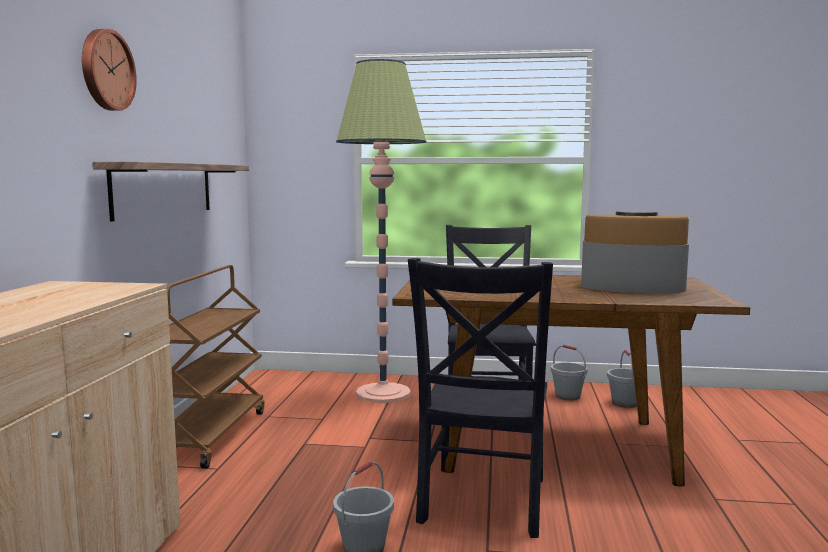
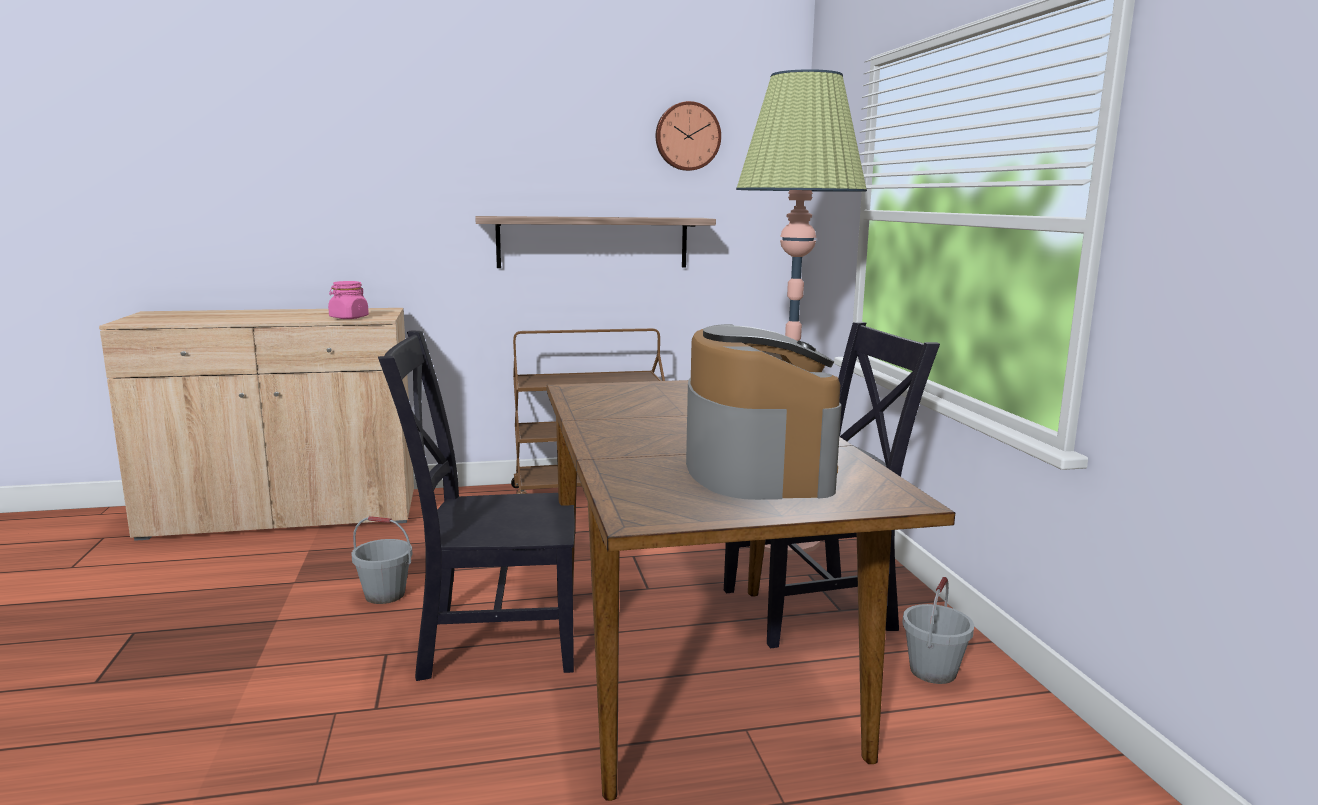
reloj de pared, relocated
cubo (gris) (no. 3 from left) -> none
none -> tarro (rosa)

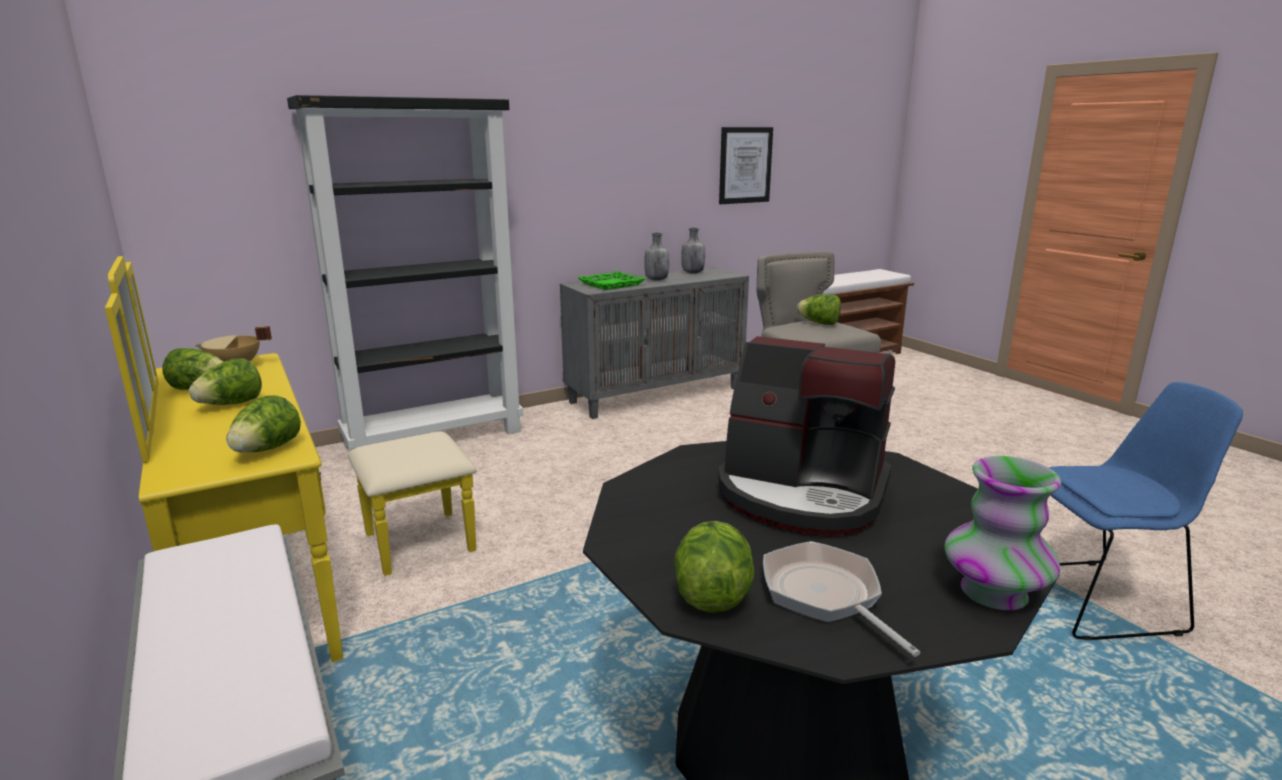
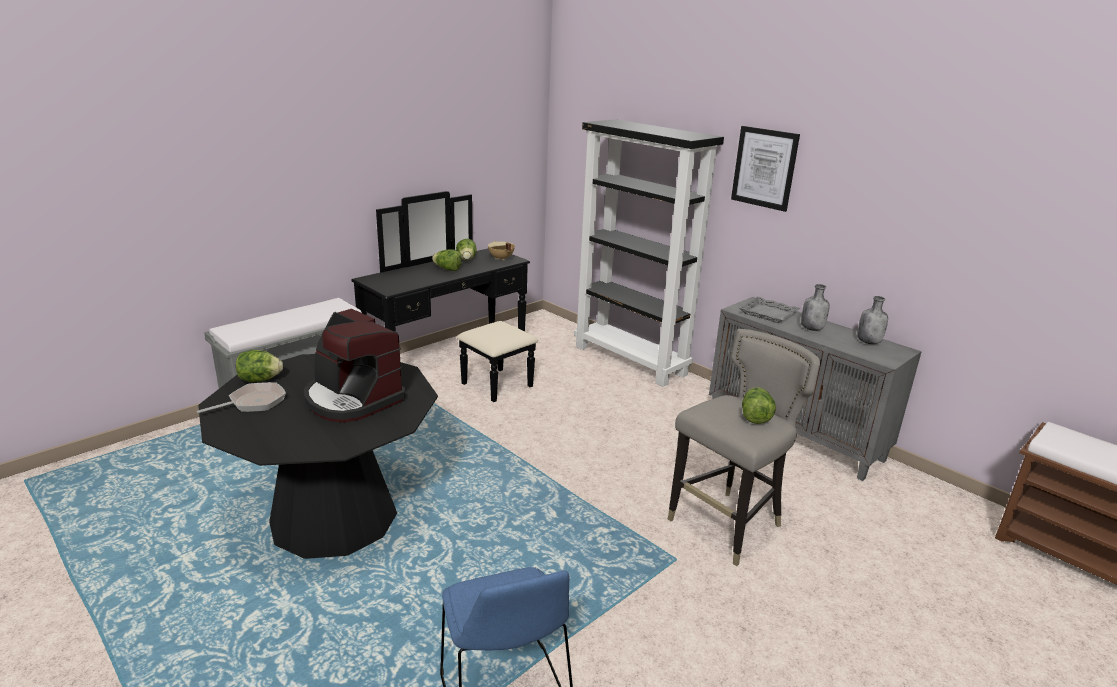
cómoda (amarillo) -> cómoda (negro)
lechuga (no. 3 from left) -> none
bandeja (verde) -> bandeja (gris)
cafetera, 60 degrees counterclockwise
cuadro, relocated
florero -> none

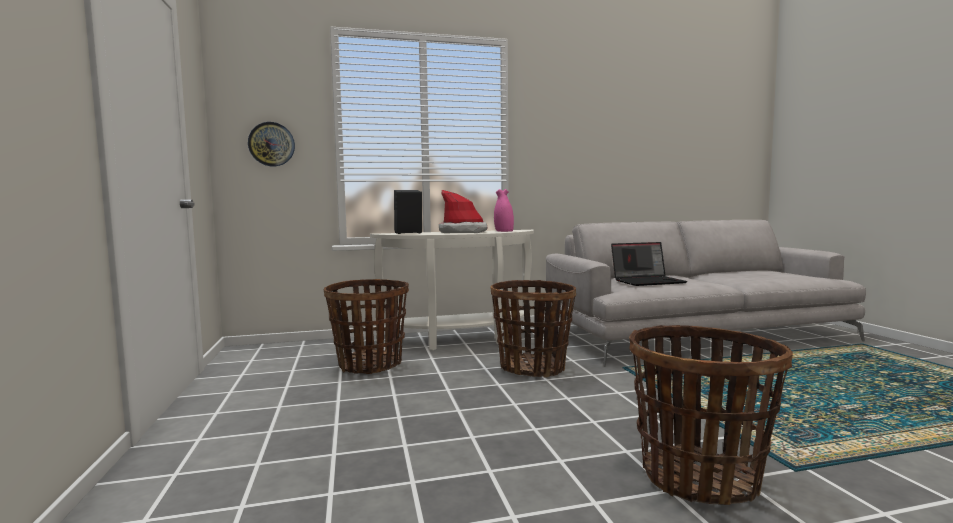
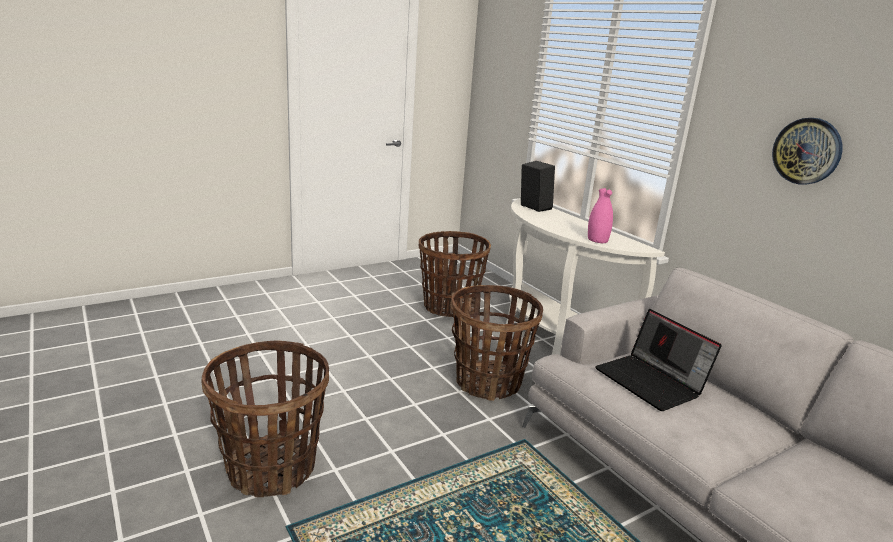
reloj de pared, relocated
sombrero -> none

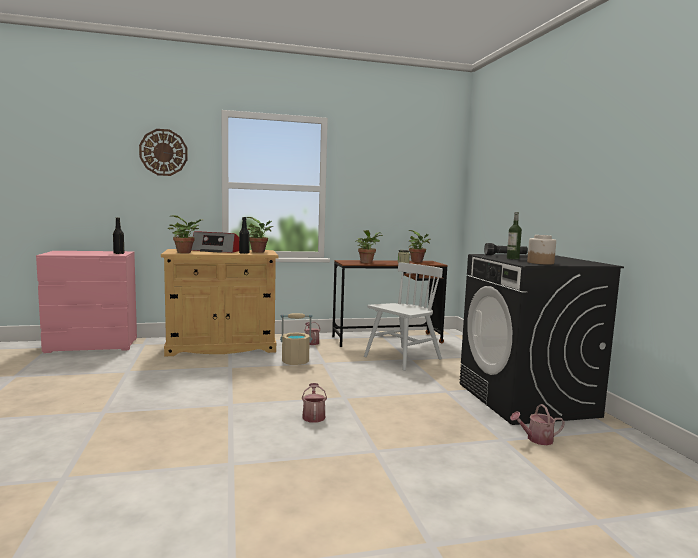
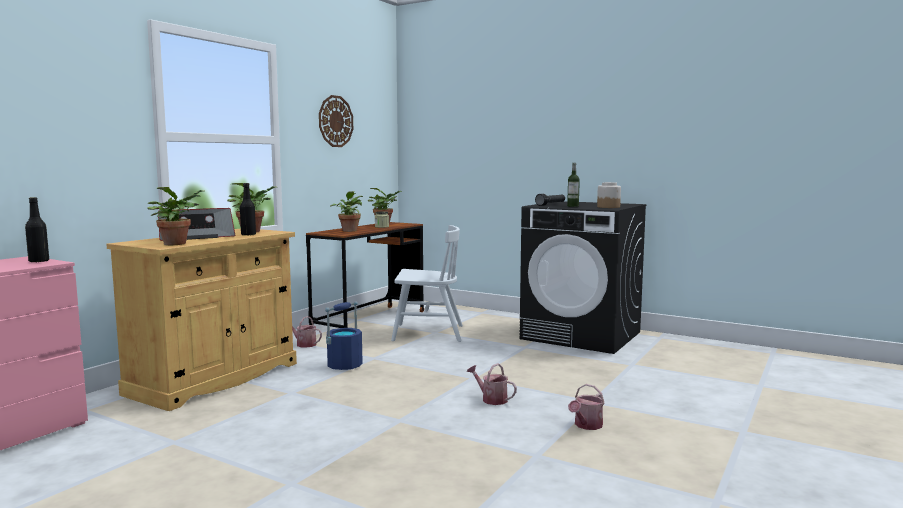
reloj de pared, relocated
cubo (beis) -> cubo (azul)
silla (blanco), 90 degrees clockwise
regadera (no. 3 from left), relocated

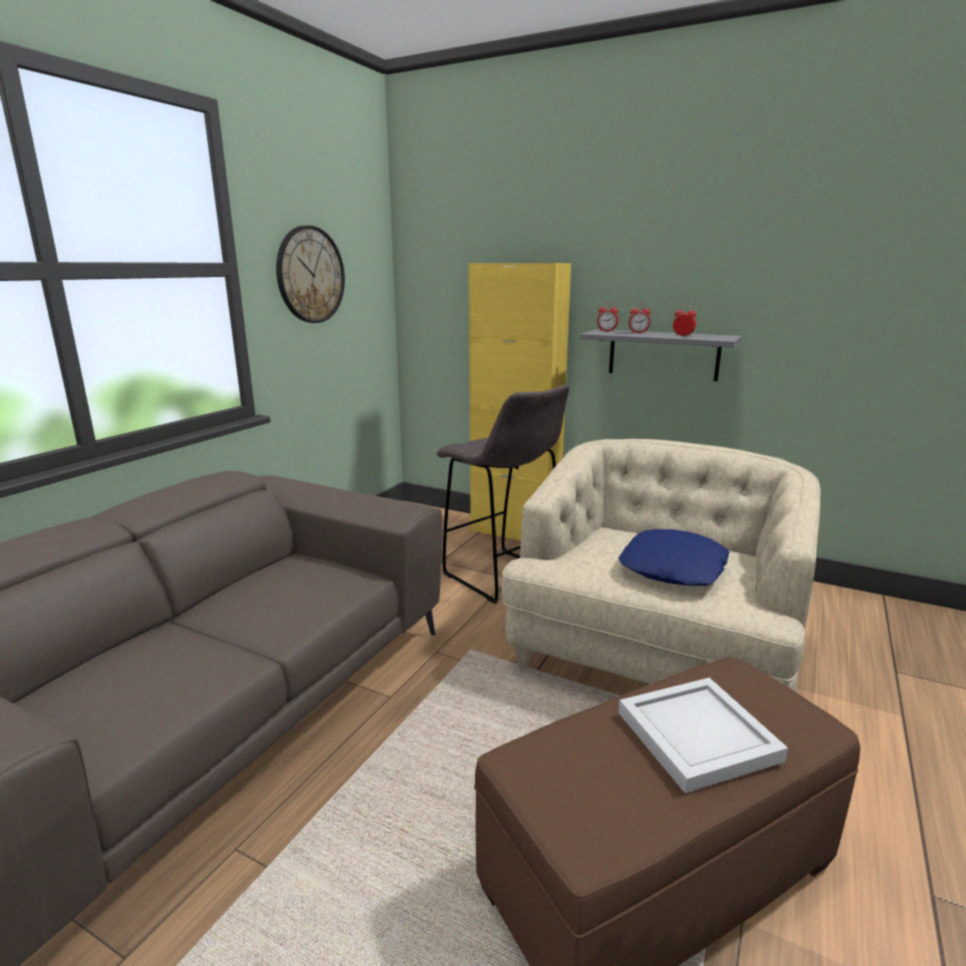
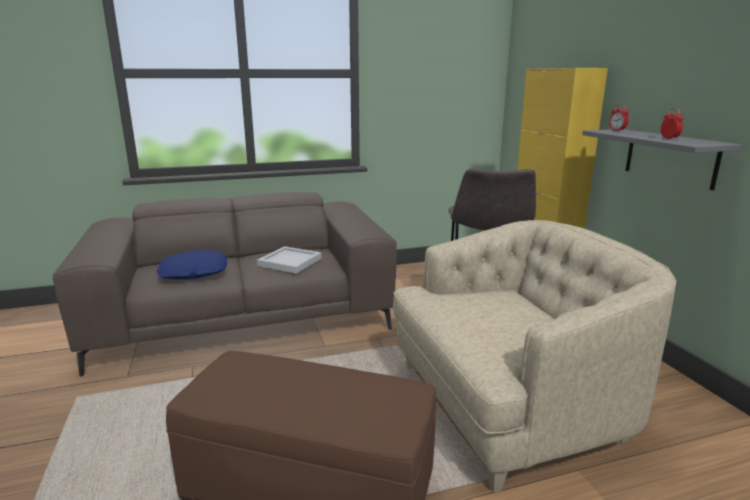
reloj de pared -> none
cojín (azul), relocated
bandeja (blanco), relocated
despertador (no. 2 from left) -> none

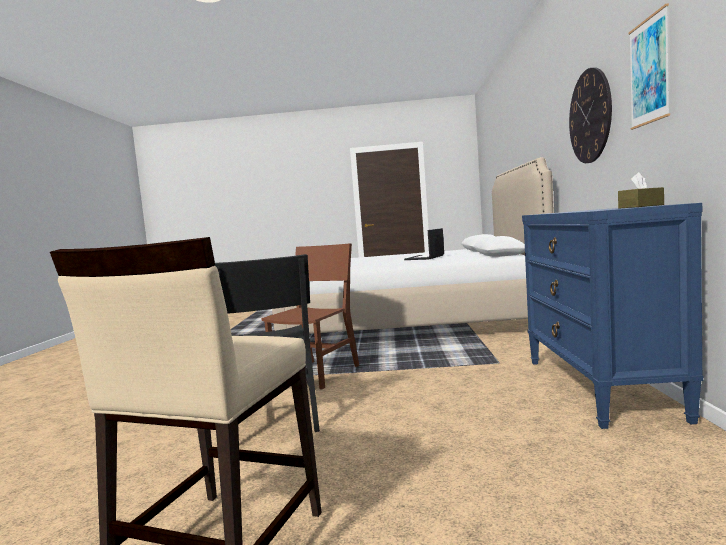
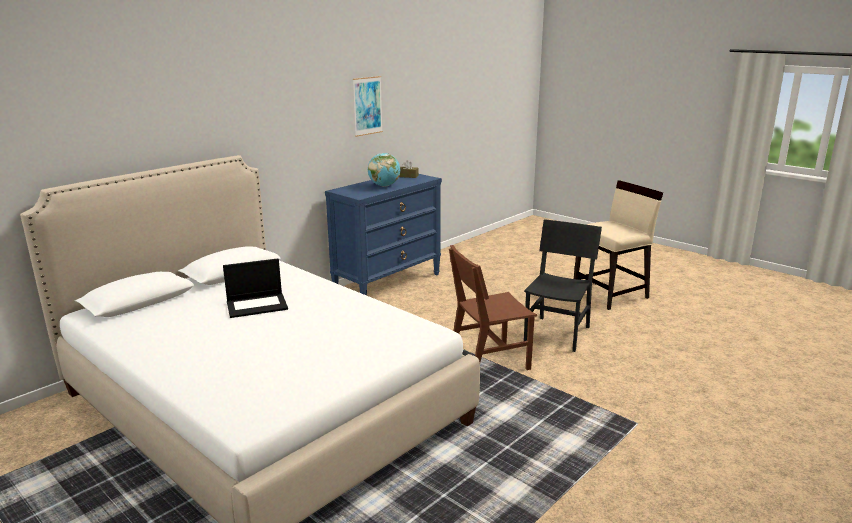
reloj de pared -> none
none -> globo terráqueo

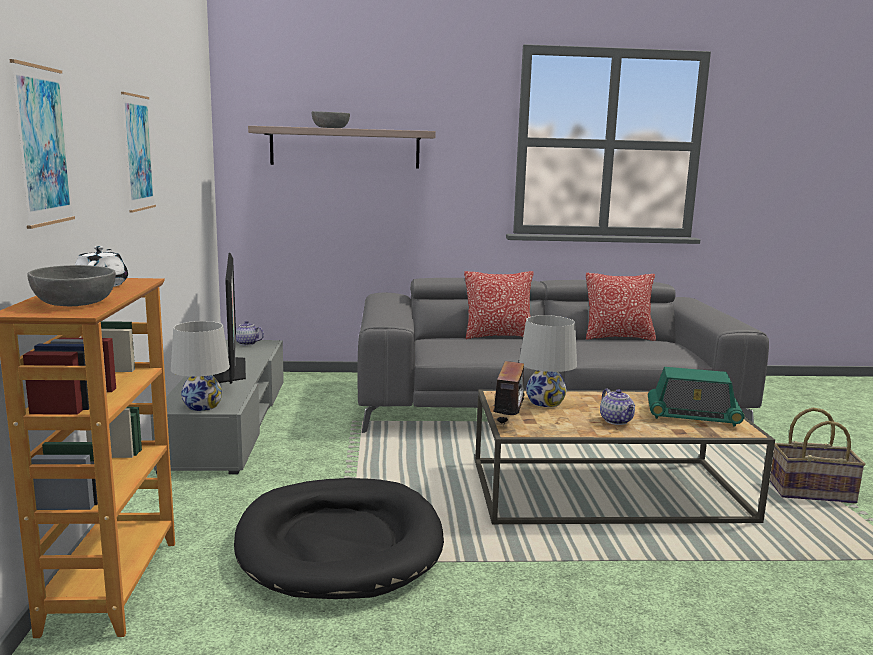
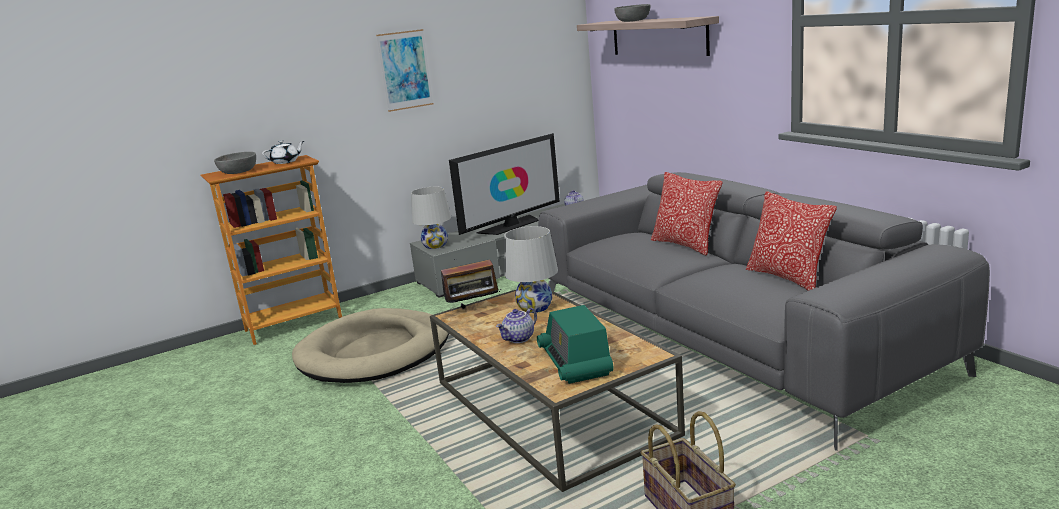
cuadro (no. 1 from left) -> none
cama para perro (negro) -> cama para perro (beis)

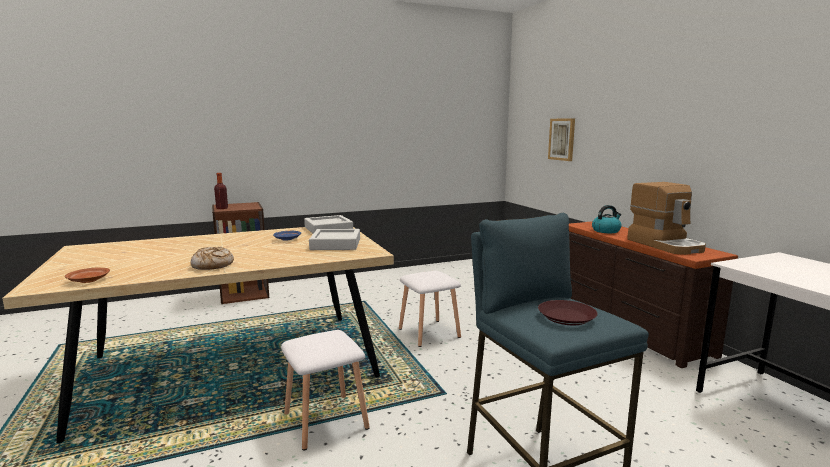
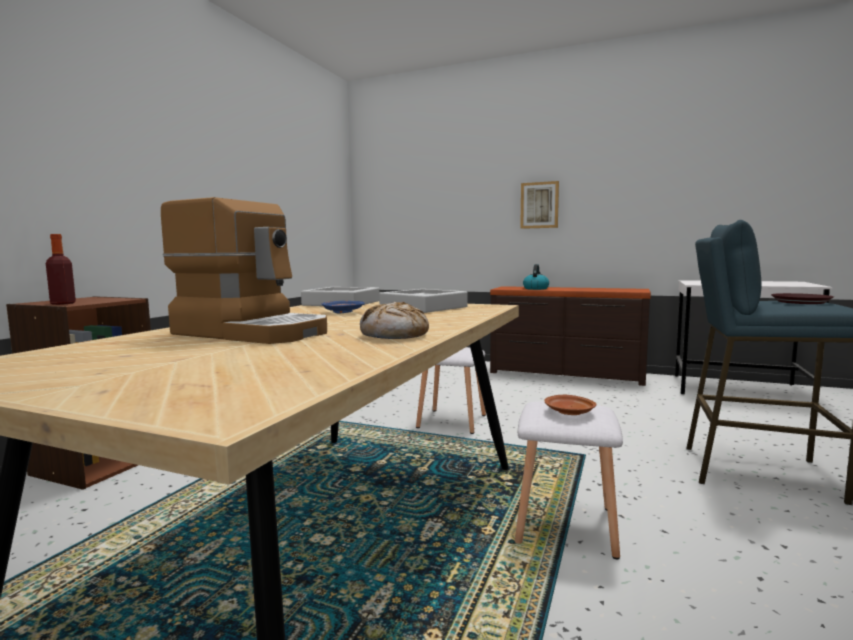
plato (marrón) (no. 1 from left), relocated
cuadro, relocated
cafetera, relocated

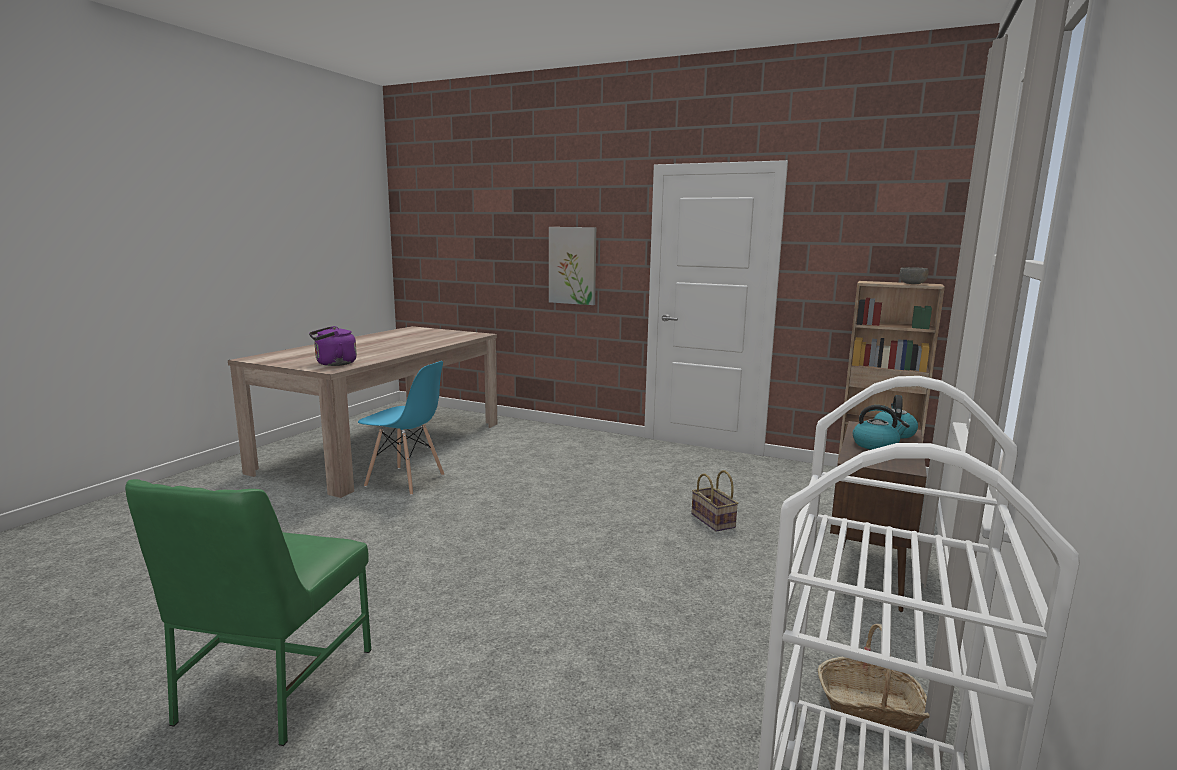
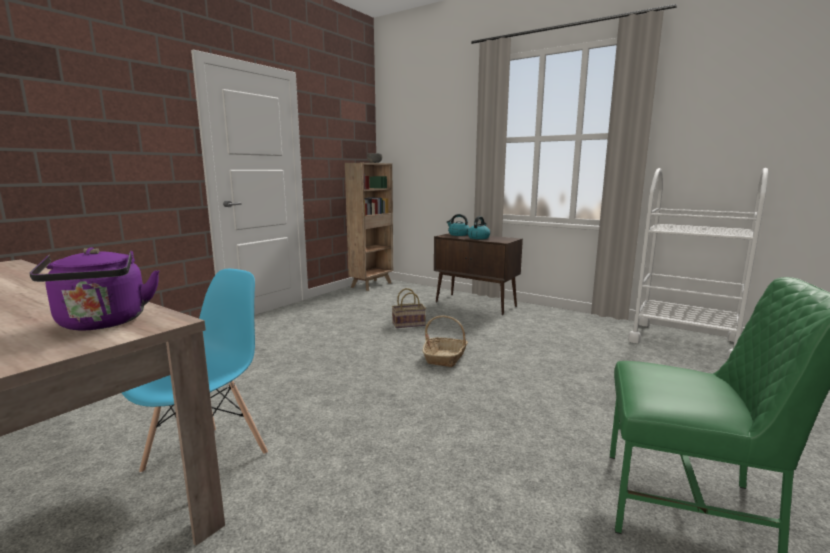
cuadro -> none
cesta (no. 2 from left), relocated

